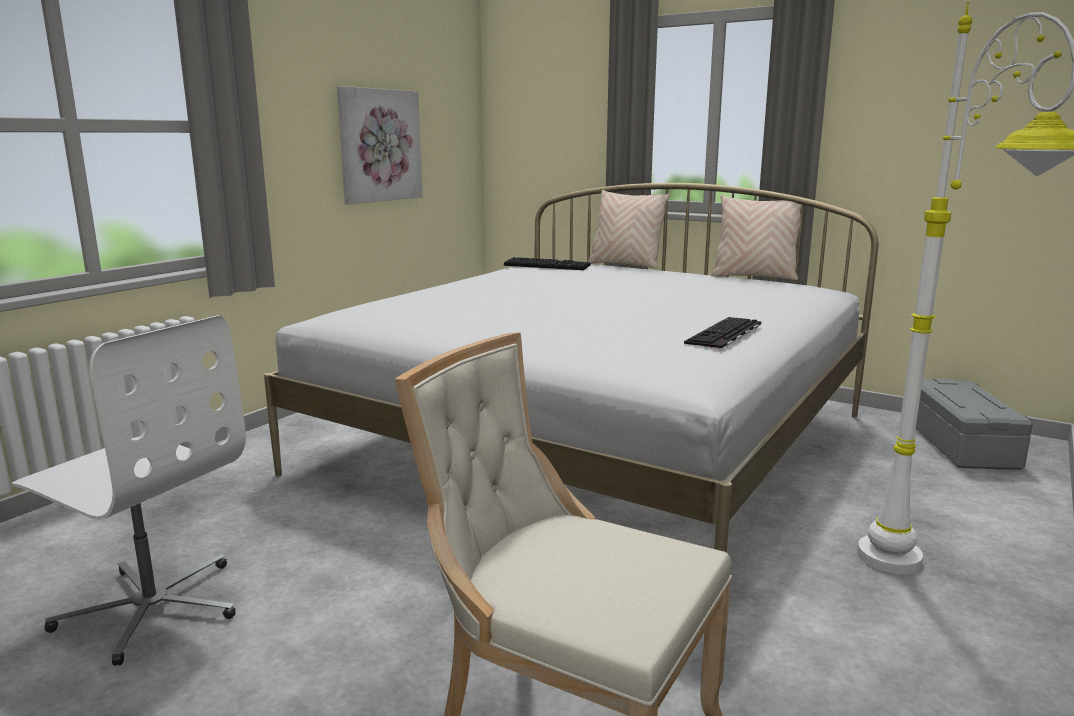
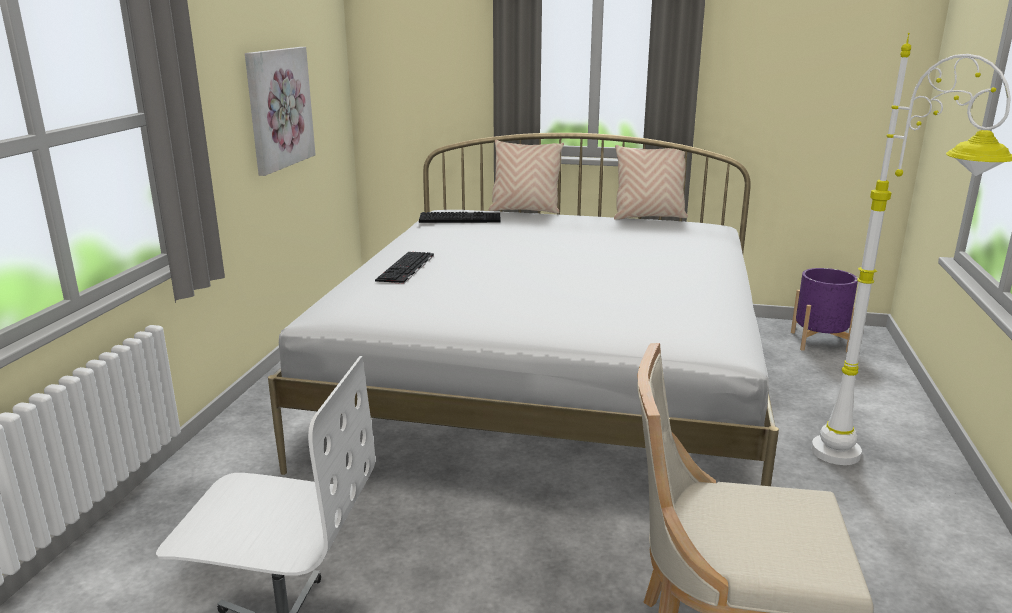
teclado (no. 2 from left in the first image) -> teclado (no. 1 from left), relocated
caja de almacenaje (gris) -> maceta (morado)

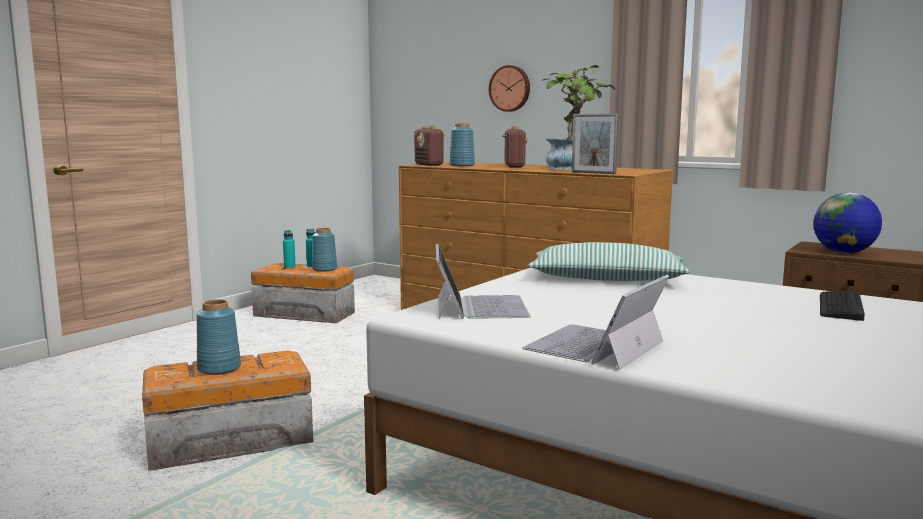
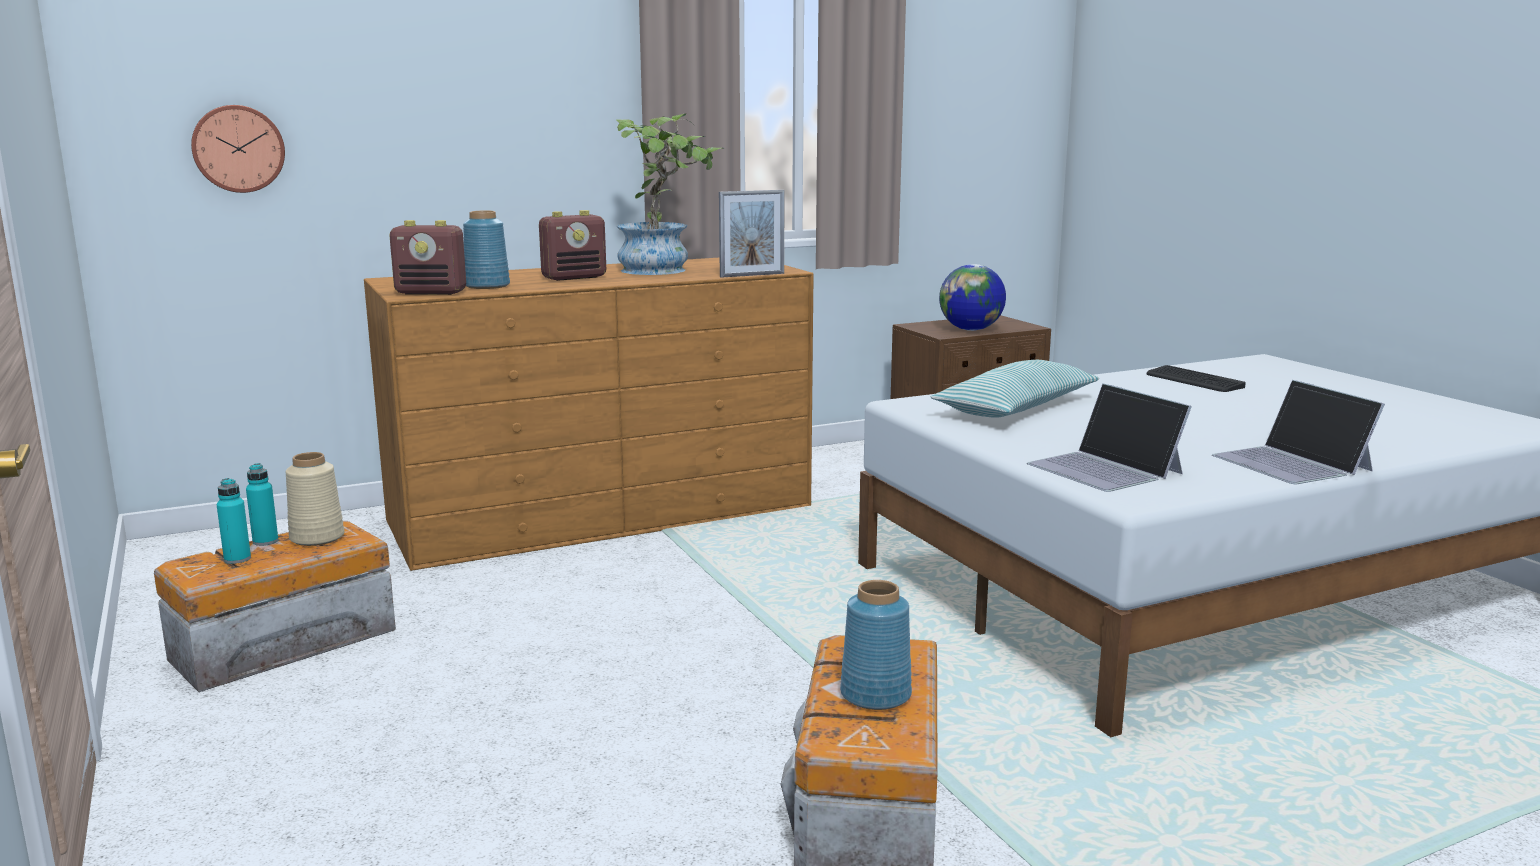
florero (azul) (no. 2 from left) -> florero (beis)
portátil (no. 1 from left), 150 degrees counterclockwise
reloj de pared, relocated
radio (no. 2 from left), 120 degrees clockwise

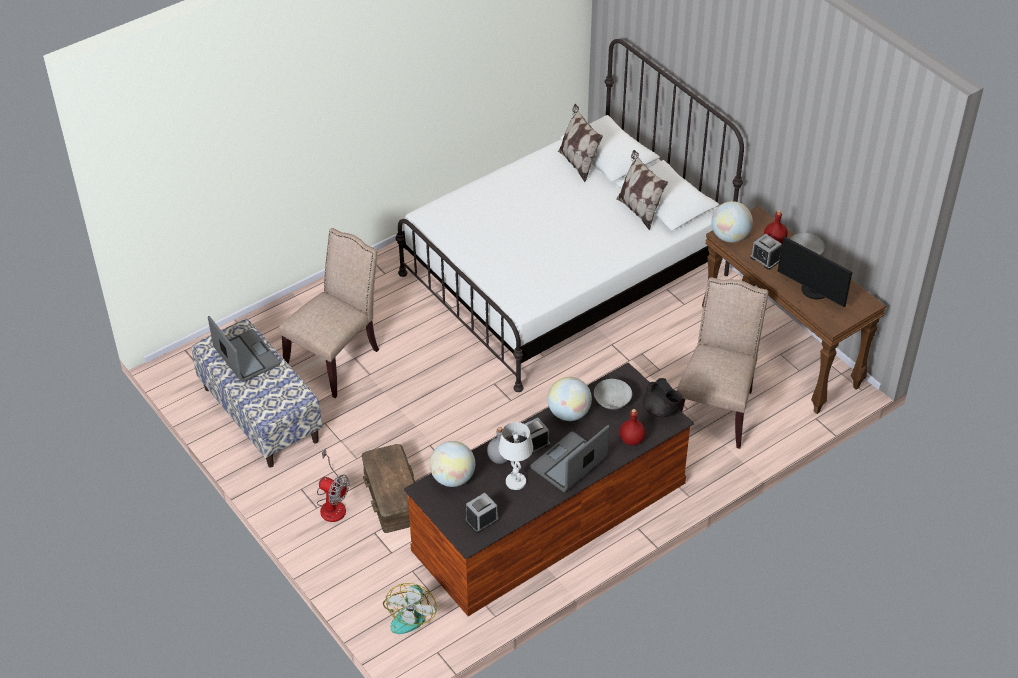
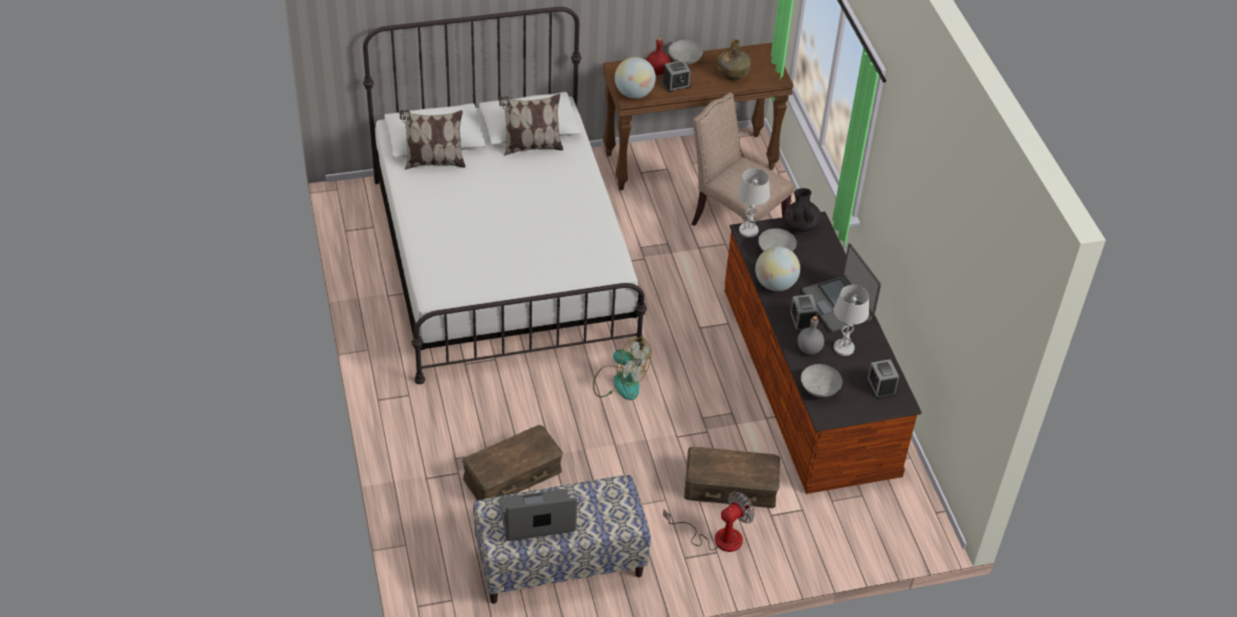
silla (beis) (no. 1 from left) -> caja de almacenaje (marrón) (no. 1 from left)
ventilador (no. 2 from left in the first image) -> ventilador (no. 1 from left), relocated
globo terráqueo (no. 1 from left) -> cuenco (gris) (no. 3 from left)
botella (rojo) (no. 1 from left) -> none
tetera (negro), 75 degrees counterclockwise
monitor -> botella (verde)
none -> lámpara de mesa (blanco) (no. 1 from left)

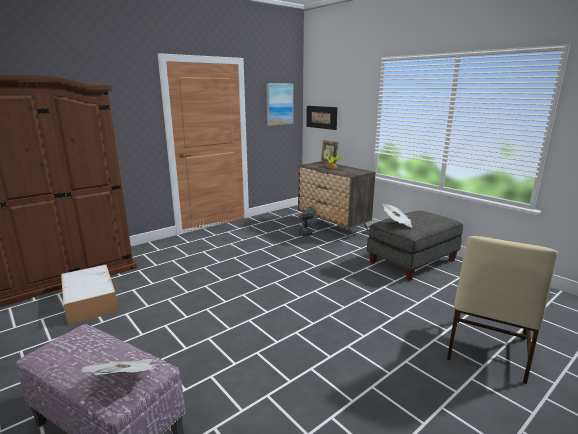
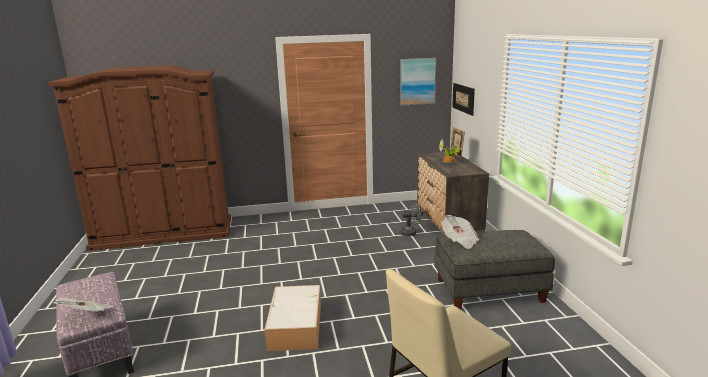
caja de almacenaje, relocated

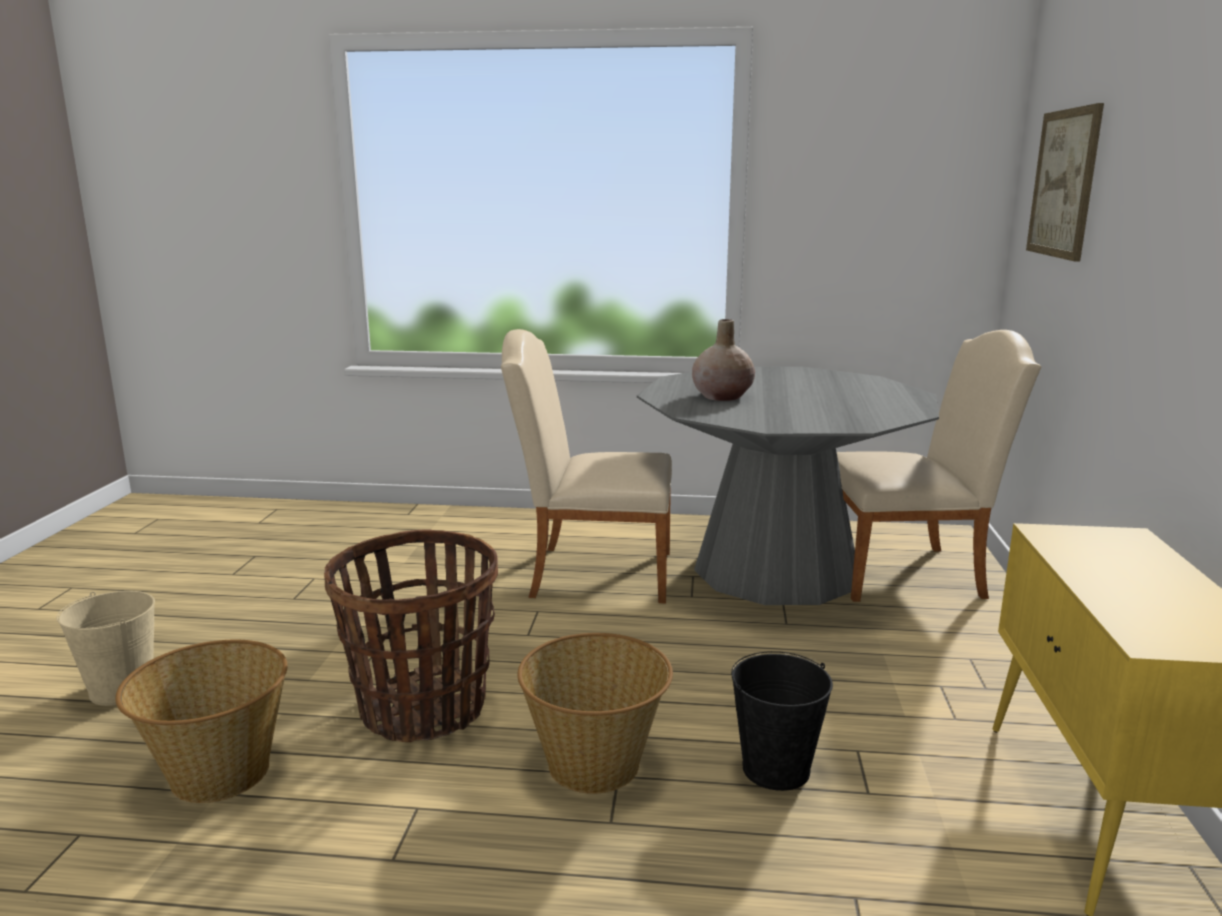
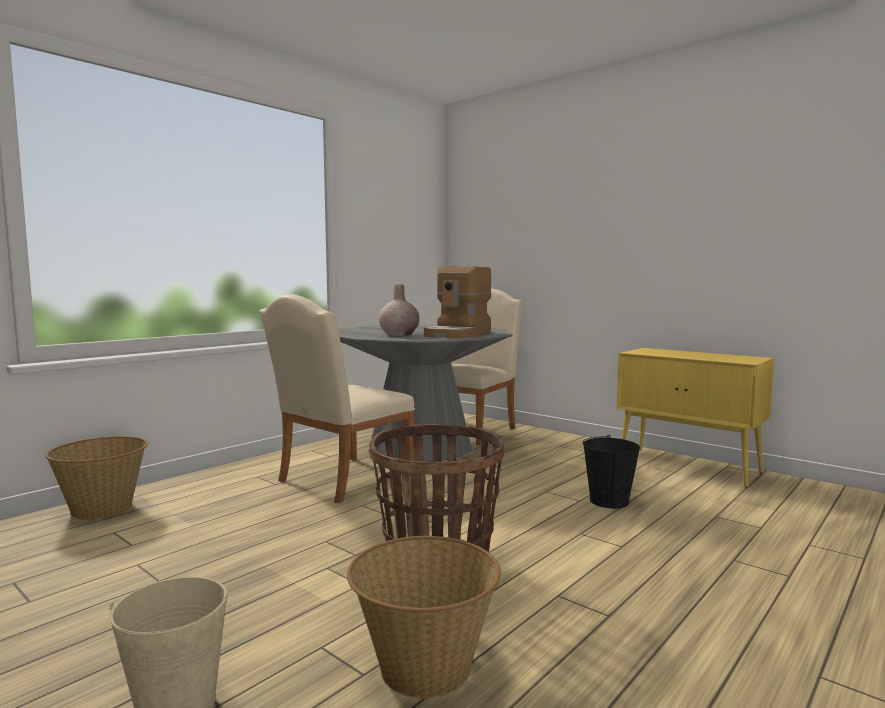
cesta (no. 3 from left in the first image) -> cesta (no. 1 from left), relocated
cuadro -> none
none -> cafetera

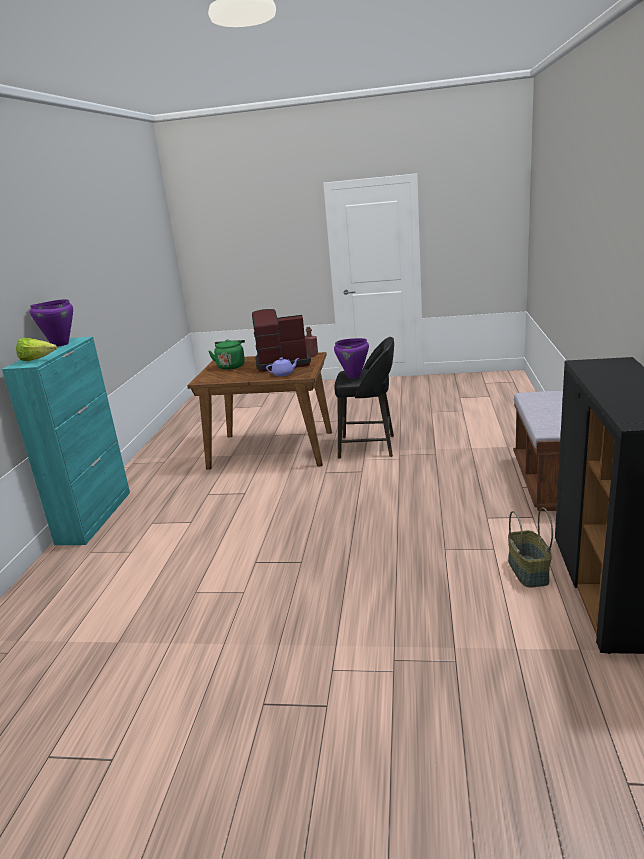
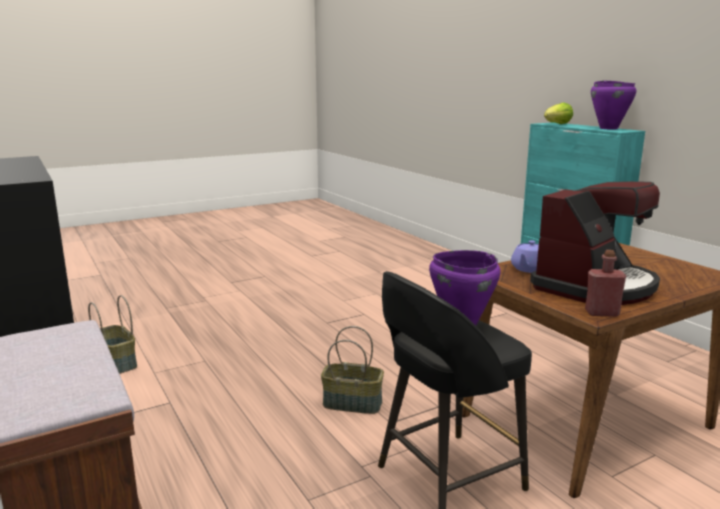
hervidor (verde) -> none
none -> cesta (no. 2 from left)

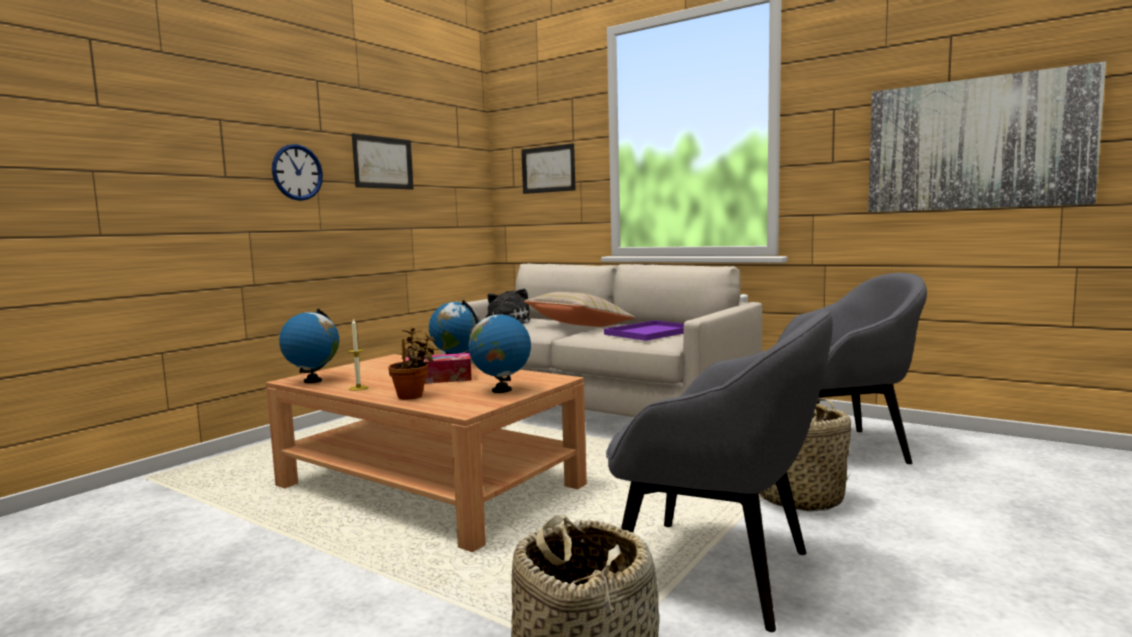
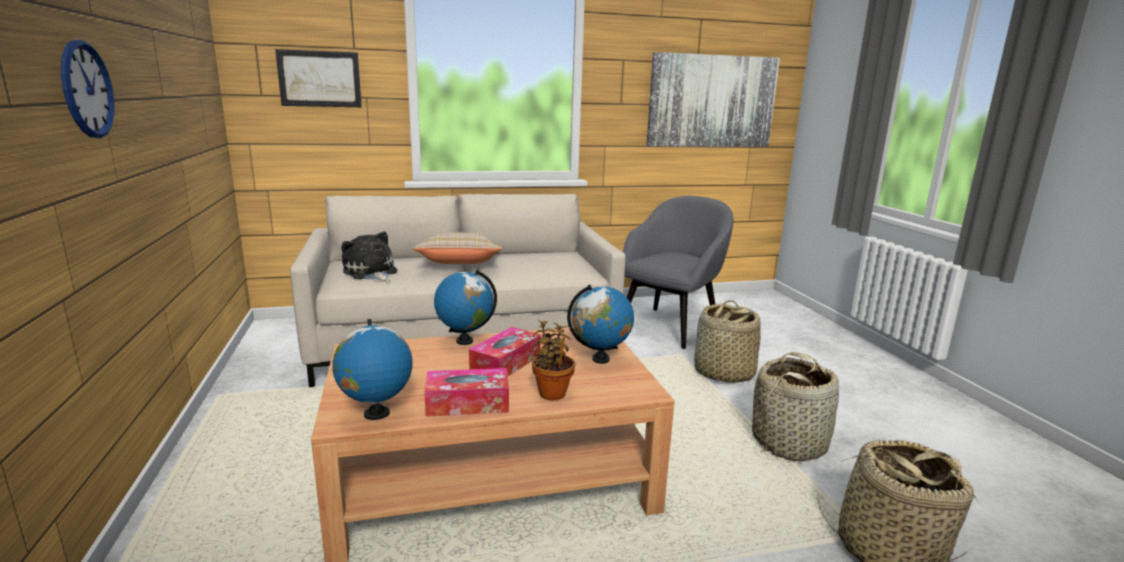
vela -> caja de pañuelos (no. 1 from left)
cuadro (no. 1 from left) -> none
bandeja (morado) -> none
sillón (gris) (no. 1 from left) -> cesta (no. 2 from left)

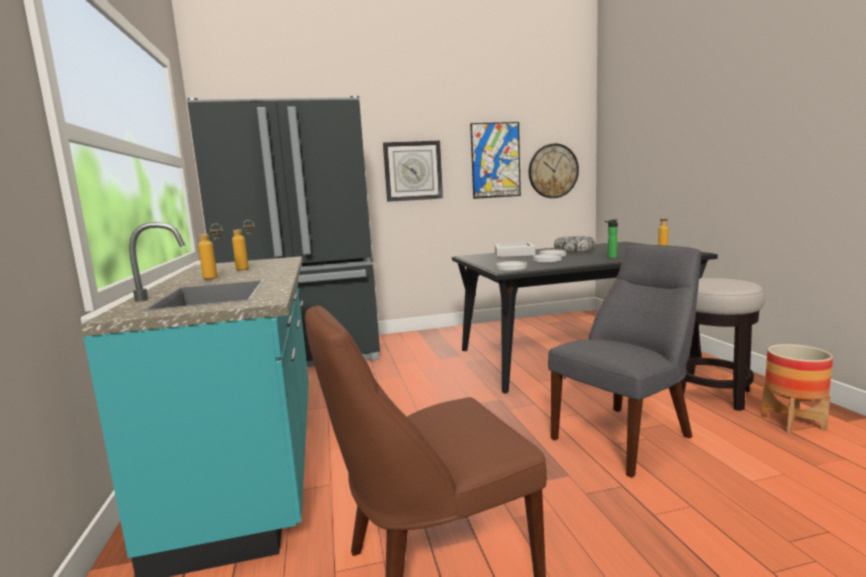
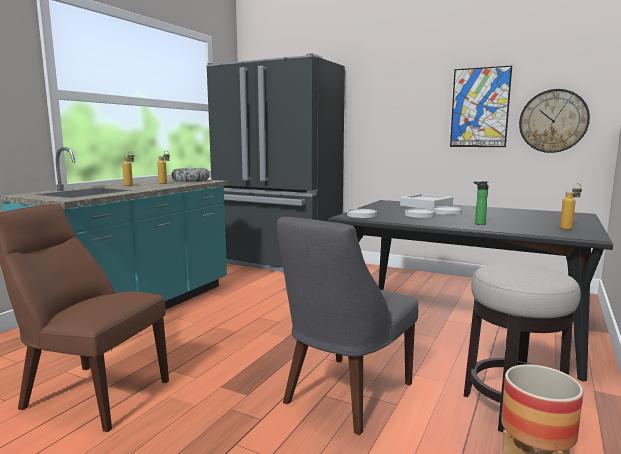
reloj de pared (no. 1 from left) -> none
silla (gris), 120 degrees clockwise
cuenco, relocated

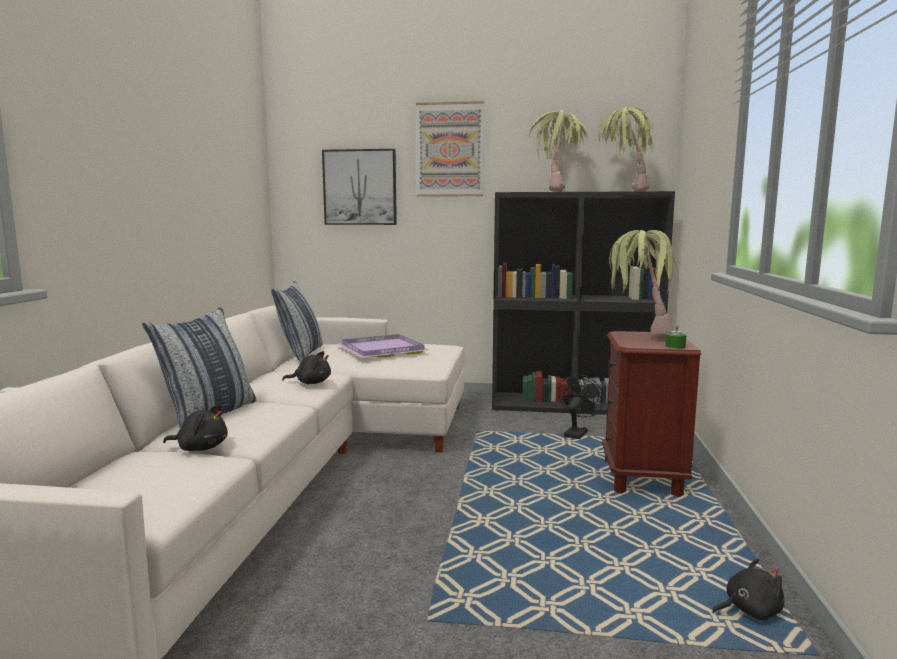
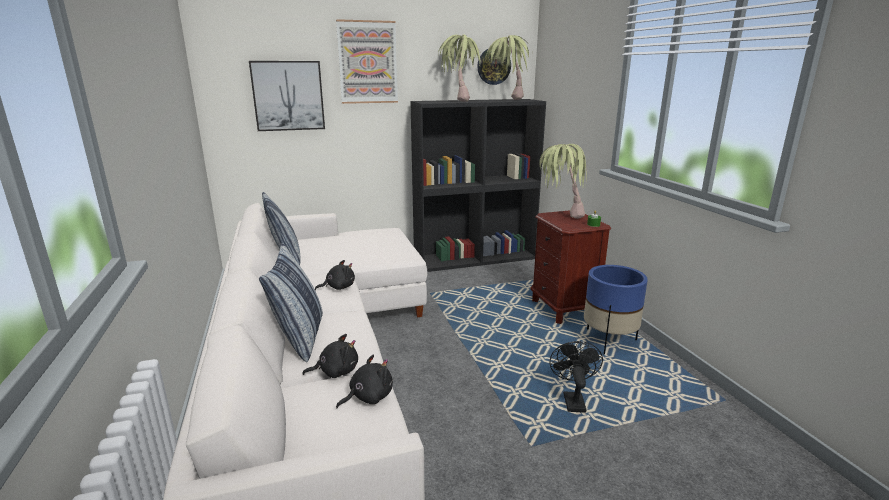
bandeja (morado) -> none
ventilador (negro), relocated
peluche (negro) (no. 3 from left), relocated
none -> reloj de pared
none -> maceta (azul)

